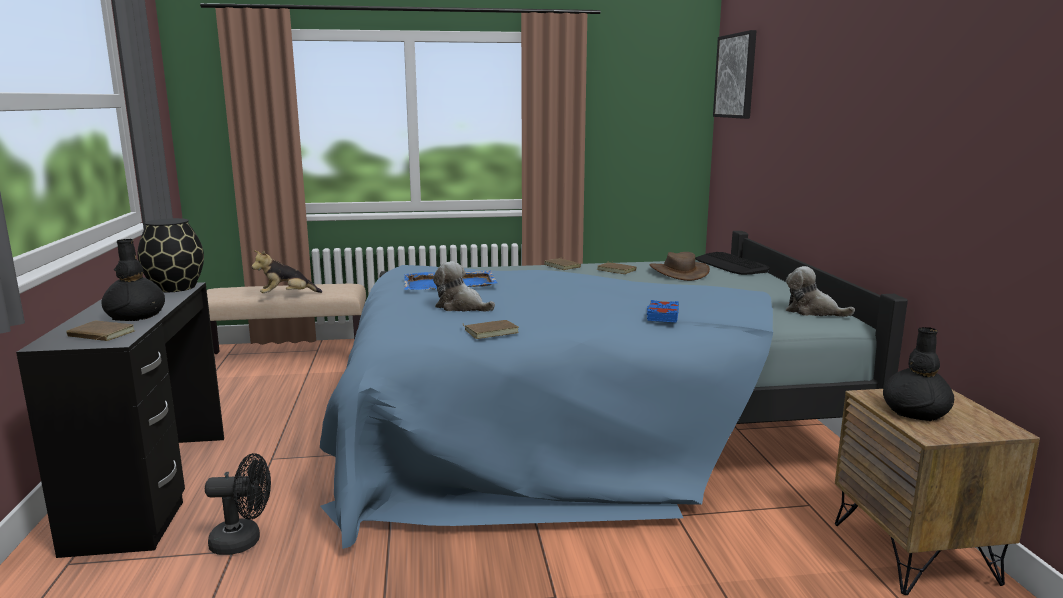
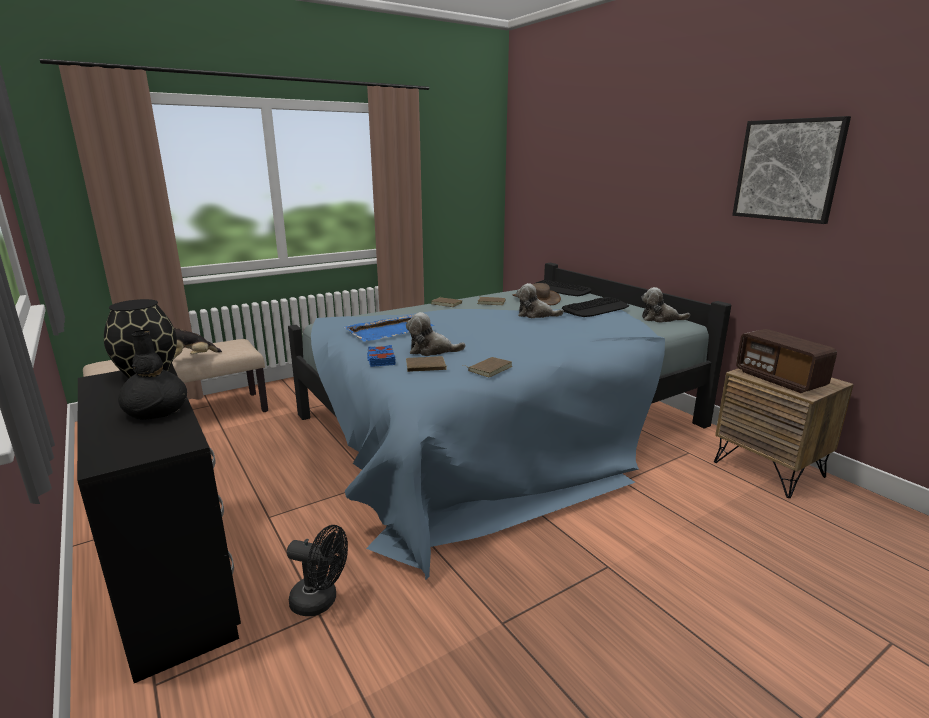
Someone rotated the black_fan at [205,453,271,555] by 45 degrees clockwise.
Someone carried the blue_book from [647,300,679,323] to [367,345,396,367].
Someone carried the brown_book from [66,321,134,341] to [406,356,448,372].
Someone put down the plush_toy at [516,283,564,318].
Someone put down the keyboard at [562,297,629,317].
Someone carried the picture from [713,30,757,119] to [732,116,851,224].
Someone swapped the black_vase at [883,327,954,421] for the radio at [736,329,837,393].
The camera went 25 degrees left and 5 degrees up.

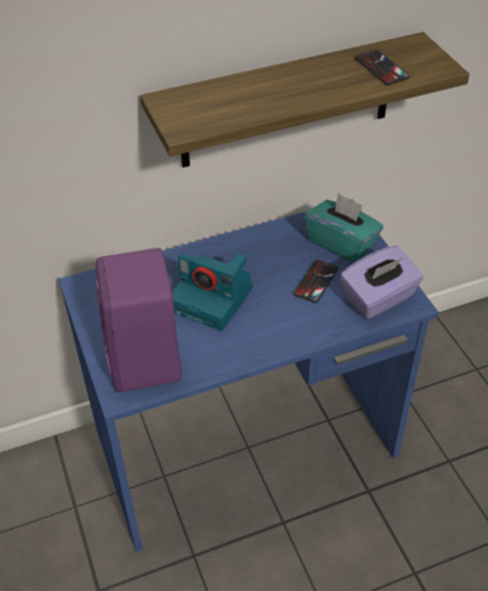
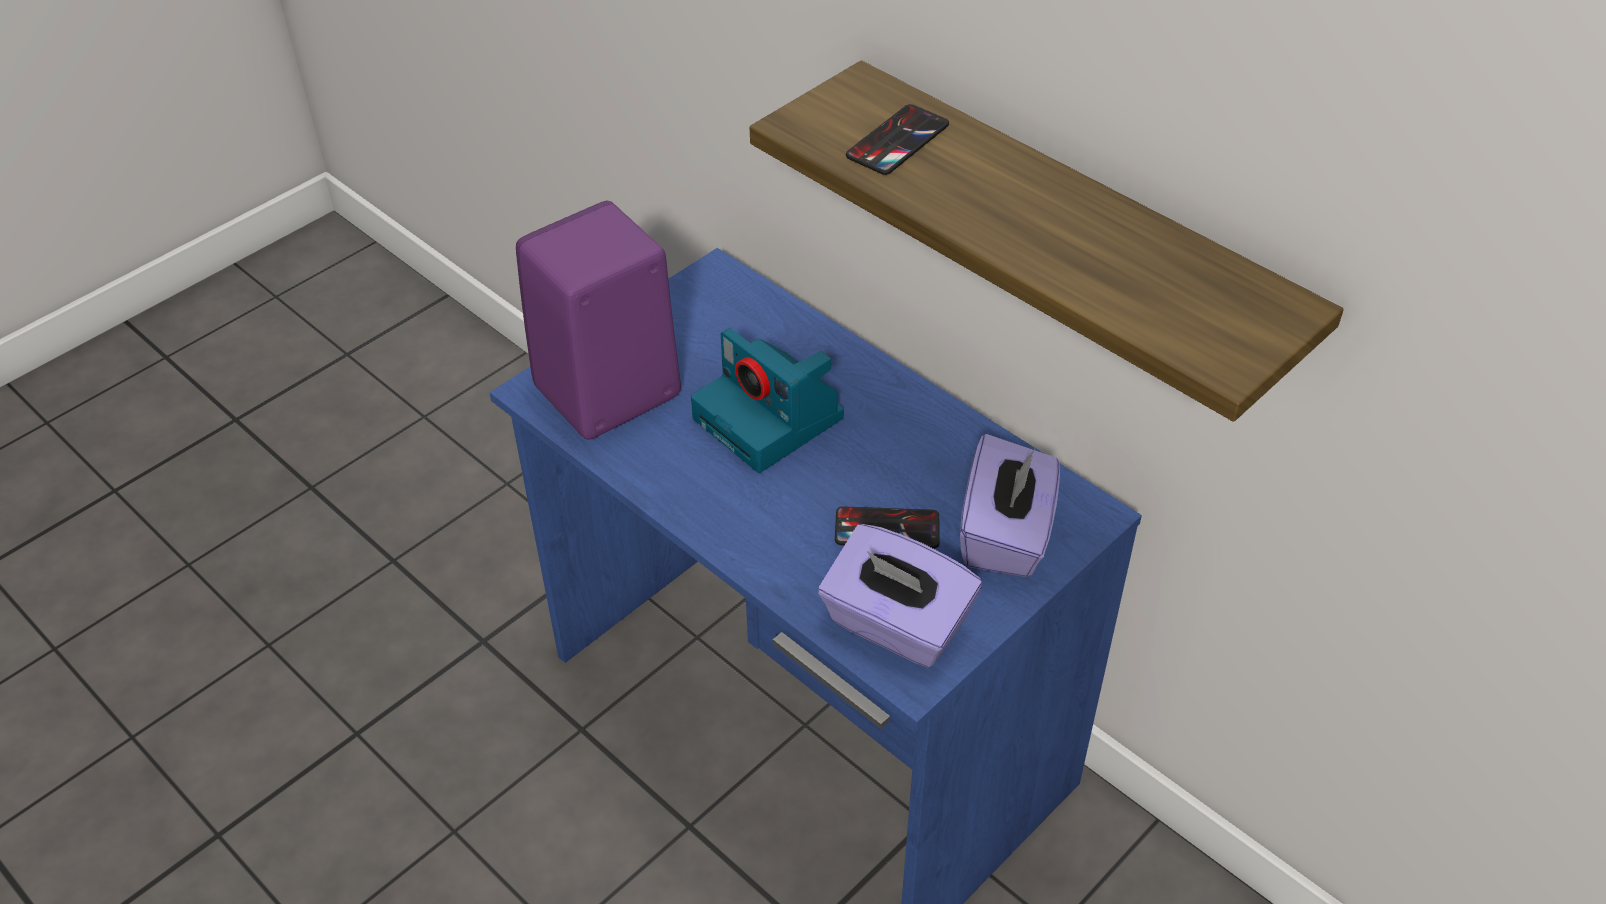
Someone rotated the photo_camera at [172,253,253,331] by 45 degrees counterclockwise.
Someone carried the phone from [354,49,410,85] to [846,104,949,175].
Someone repainted the turquoise_tissue_box at [304,193,383,262], which became the purple_tissue_box at [960,434,1060,577].
The camera went 65 degrees right and 0 degrees up.

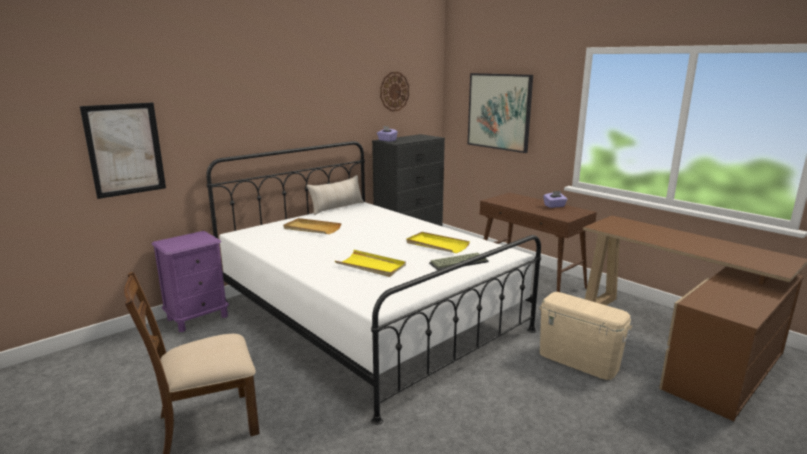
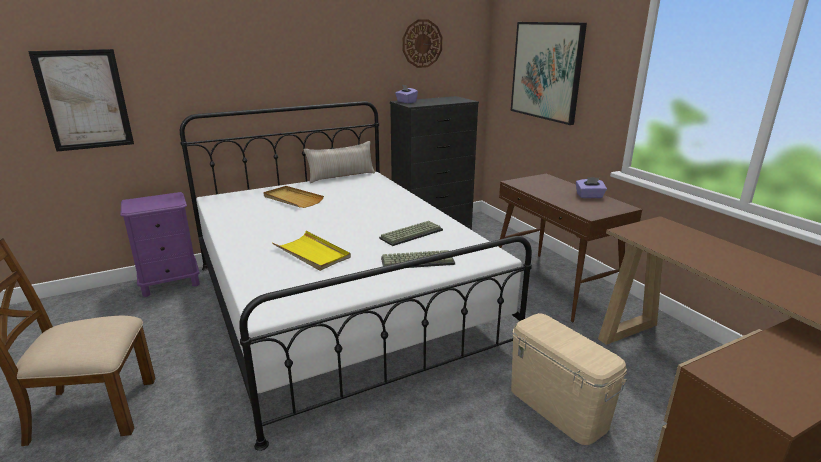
Someone swapped the yellow_tray at [406,232,470,253] for the keyboard at [379,221,443,246].
The camera went 15 degrees right and 5 degrees up.

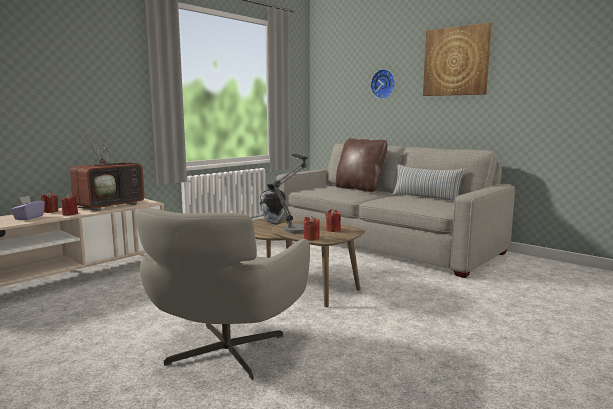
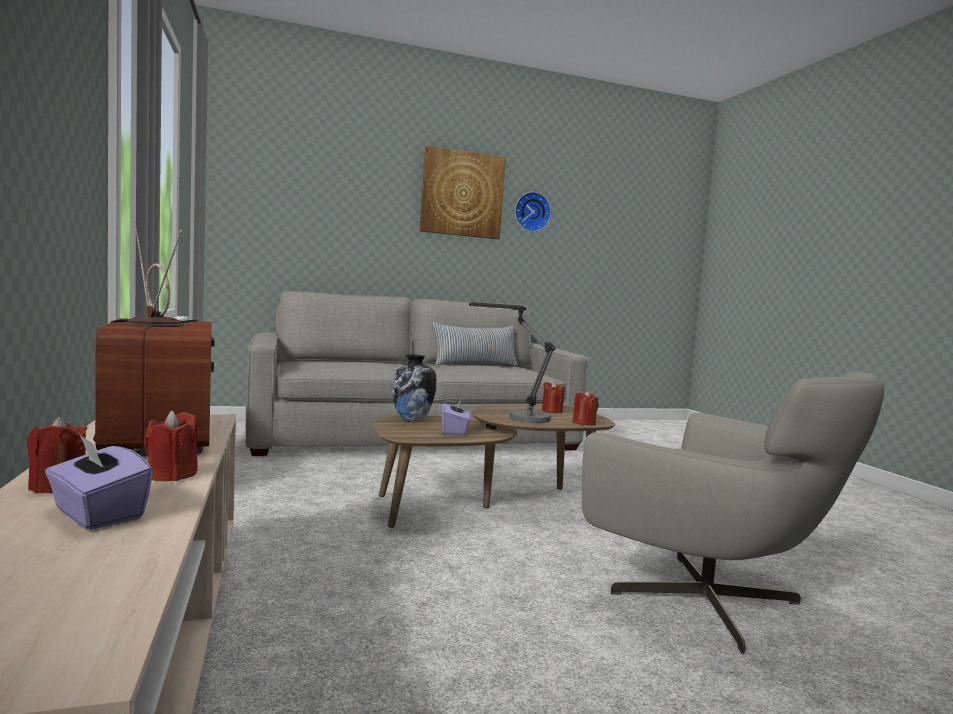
Someone put down the purple_tissue_box at [442,397,471,436].
Someone carried the wall_clock from [371,69,395,99] to [515,192,551,232].
Someone took away the brown_pillow at [336,138,388,192].
The camera went 60 degrees left and 5 degrees down.

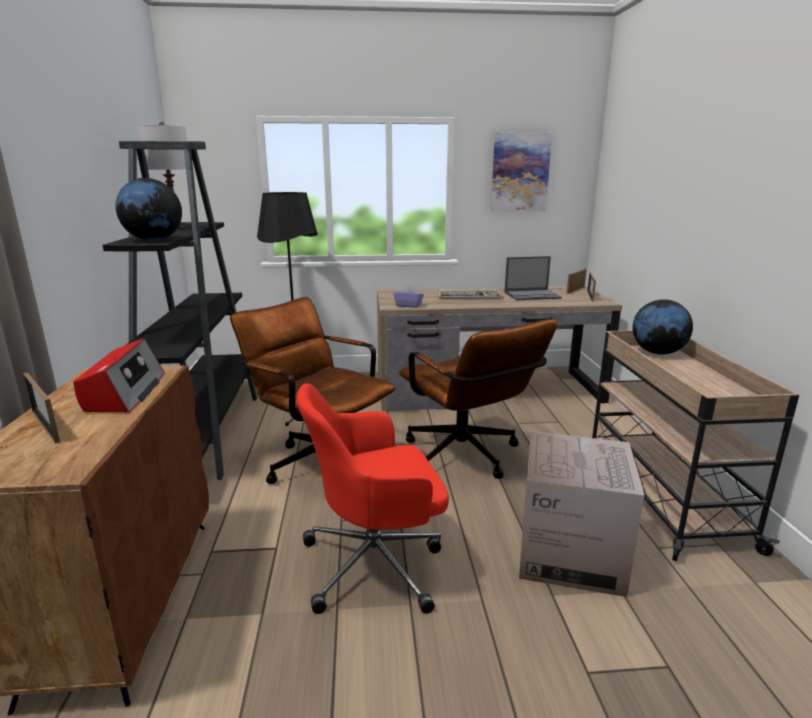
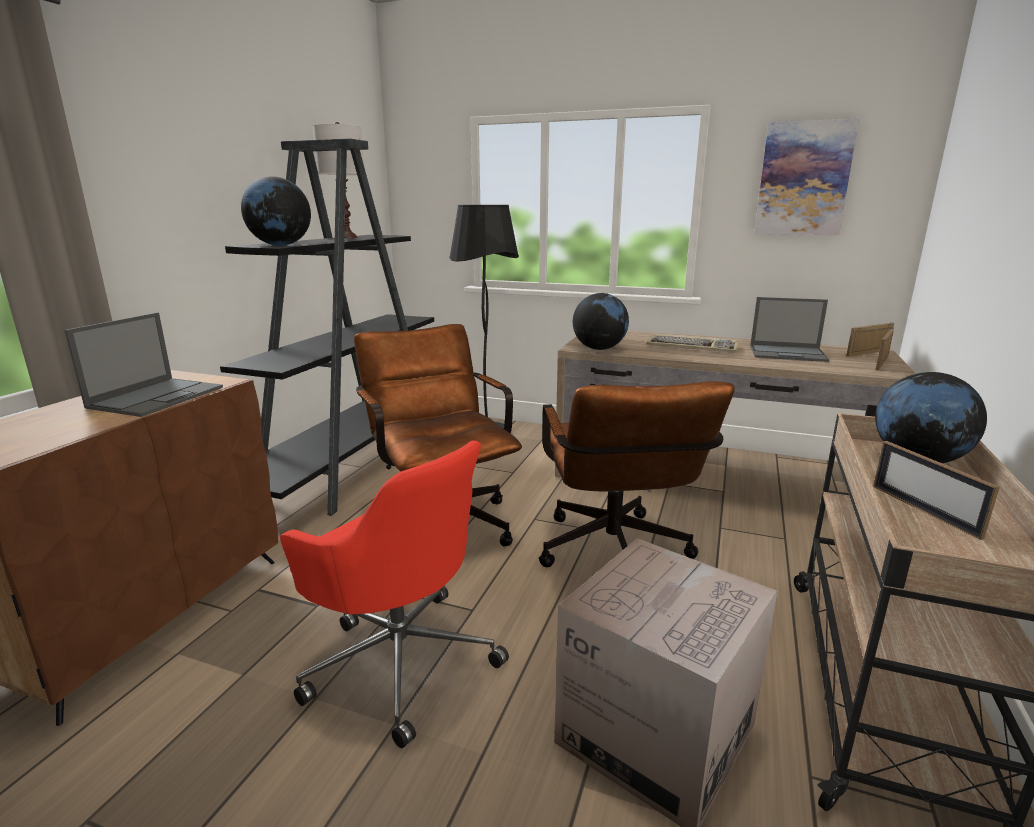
Someone swapped the radio at [73,338,165,413] for the laptop at [65,312,223,417].
Someone rotated the red_office_chair at [297,383,449,614] by 150 degrees counterclockwise.
Someone swapped the purple_tissue_box at [393,284,424,308] for the globe at [573,293,629,350].
Someone carried the picture_frame from [23,372,60,443] to [873,441,1000,540].
The camera went 25 degrees right and 0 degrees up.

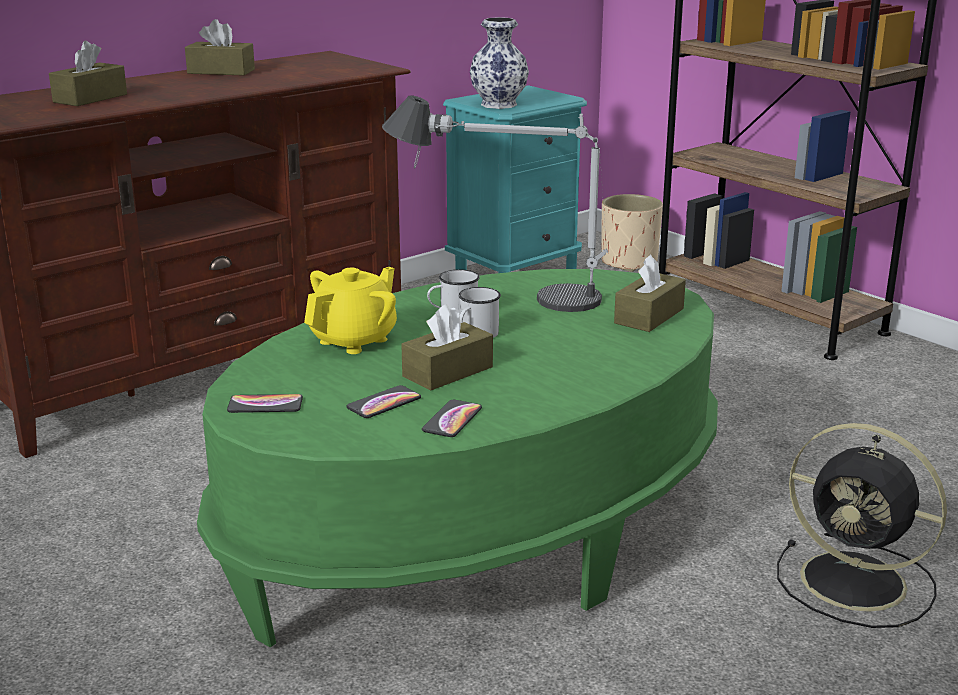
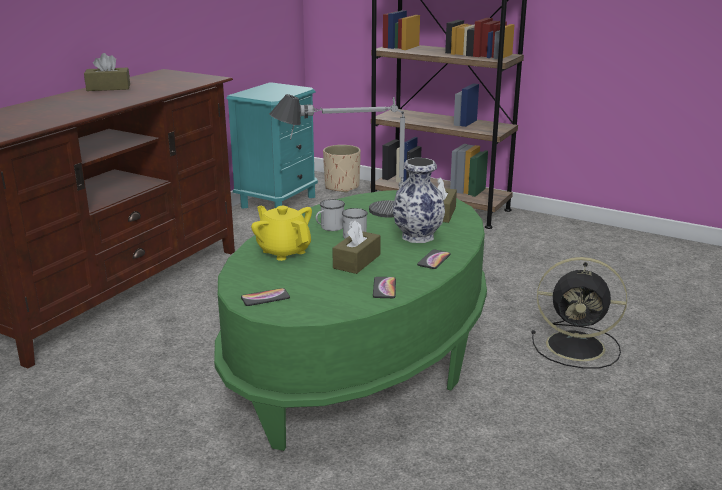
Someone rotated the yellow_teapot at [304,267,397,354] by 60 degrees counterclockwise.
Someone carried the vase from [470,17,529,109] to [393,158,445,243].
Someone carried the phone from [347,385,421,418] to [417,249,451,269].
Someone took away the brown_tissue_box at [49,41,127,106].
The camera went 20 degrees left and 0 degrees up.

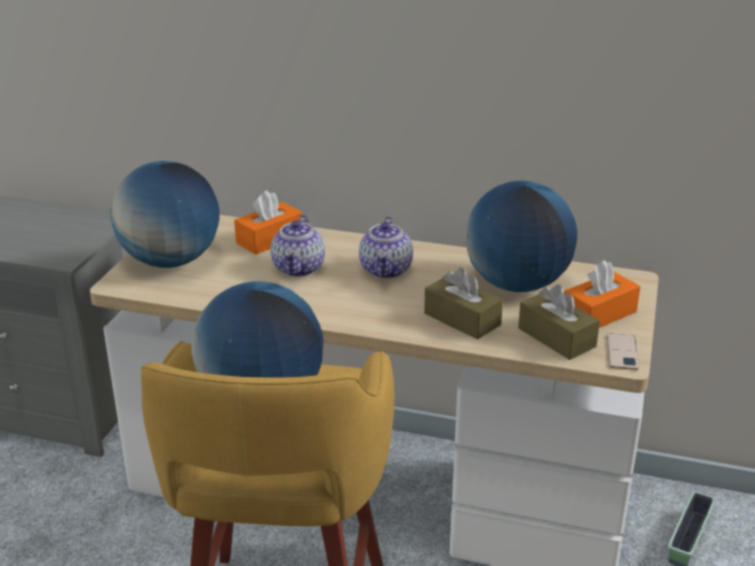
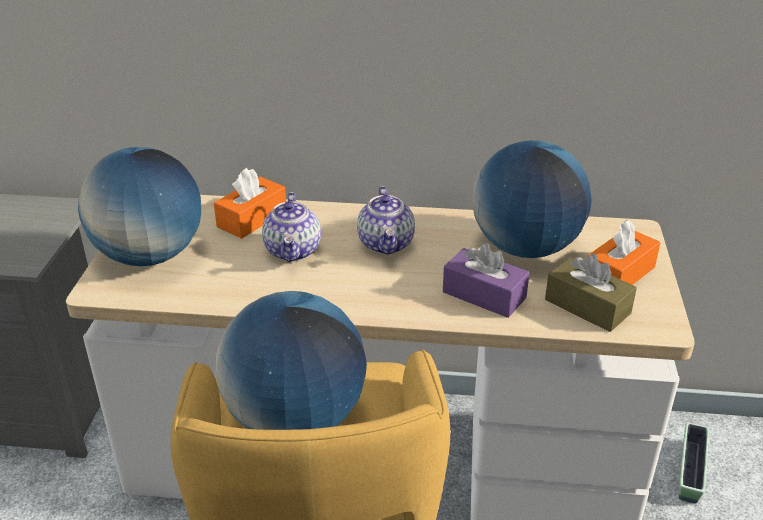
Someone repainted the brown_tissue_box at [424,267,503,340], which became the purple_tissue_box at [443,243,530,318].
Someone took away the phone at [607,333,639,370].
The camera went 10 degrees left and 5 degrees up.

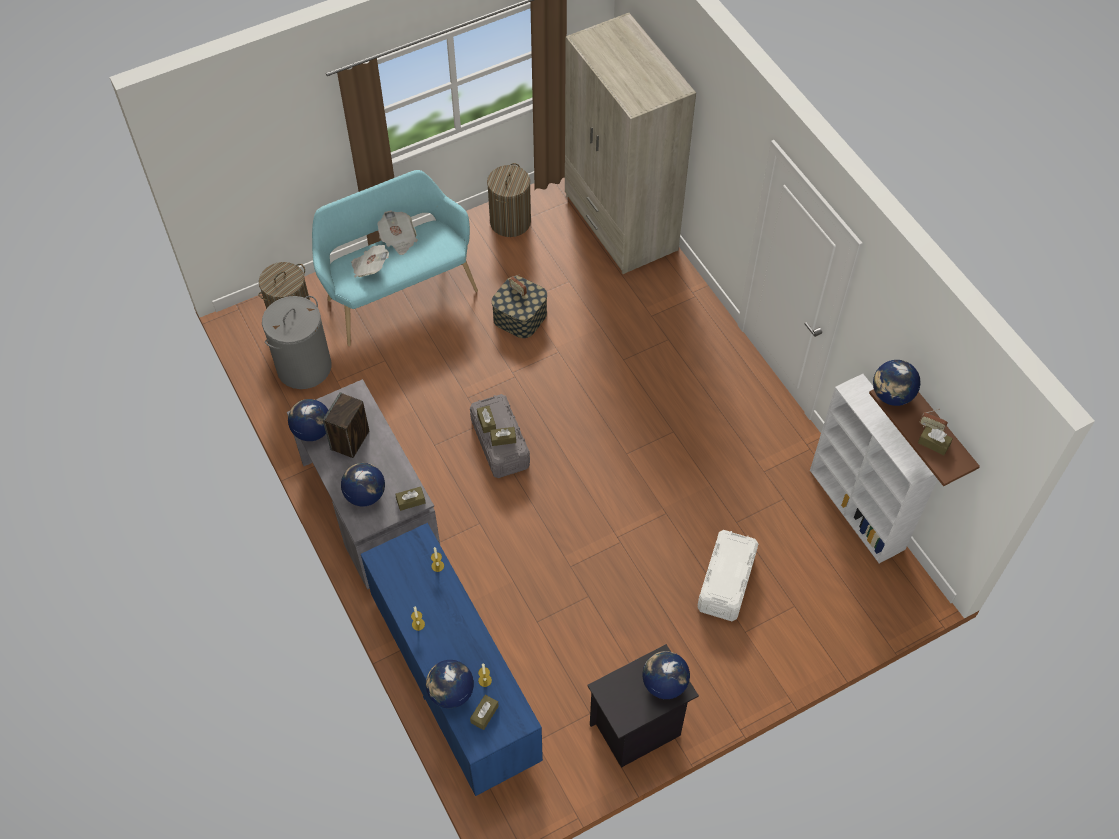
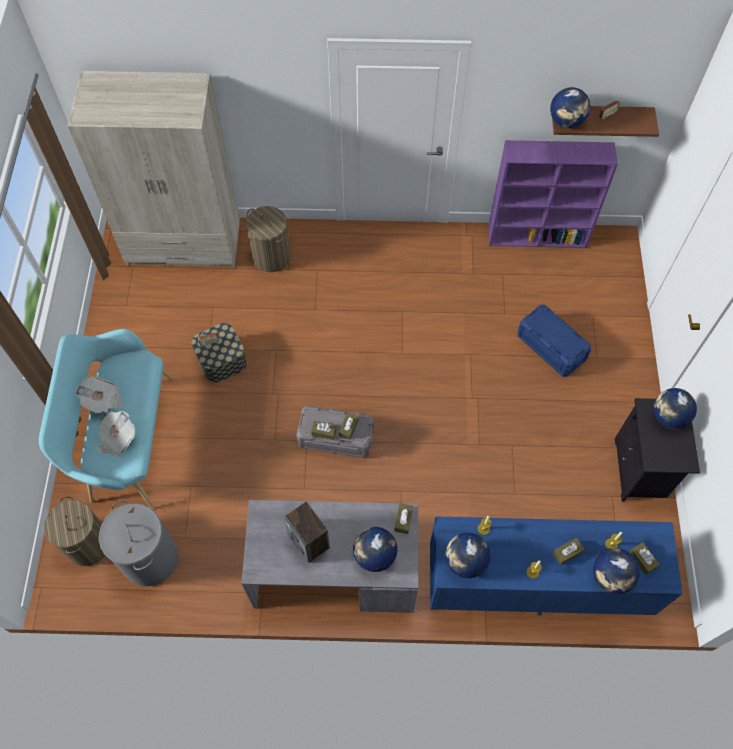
Someone carried the laundry_basket from [487,163,531,237] to [246,206,291,272].
Someone carried the globe from [288,399,328,441] to [445,533,490,578].
Someone repainted the white_bookcase at [810,374,938,563], which became the purple_bookcase at [488,140,618,248].
Someone repainted the white_storage_box at [697,530,758,621], which became the blue_storage_box at [518,305,591,377].
Someone carried the brown_tissue_box from [918,426,953,455] to [553,537,585,565].
The camera went 60 degrees left and 5 degrees up.

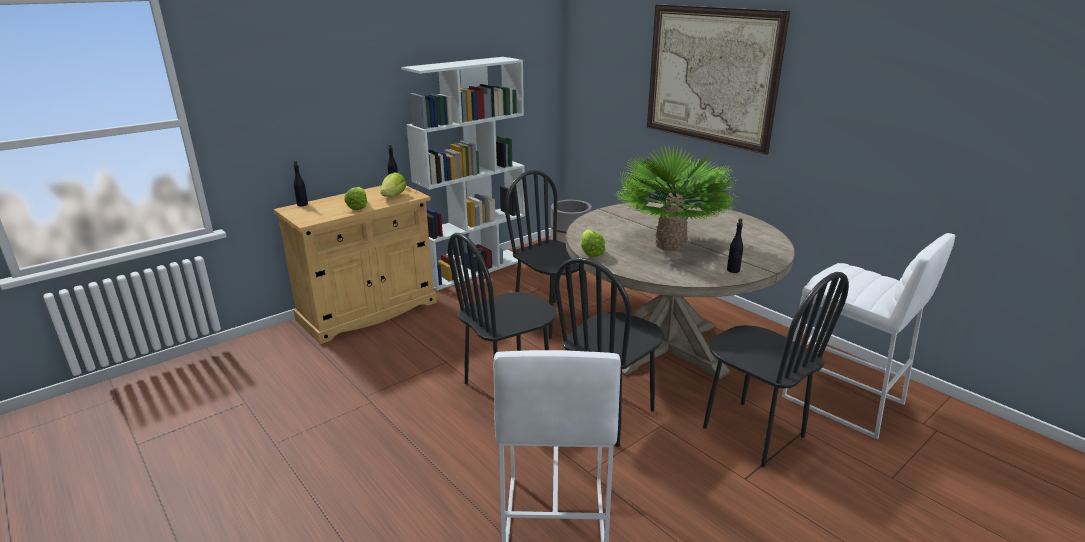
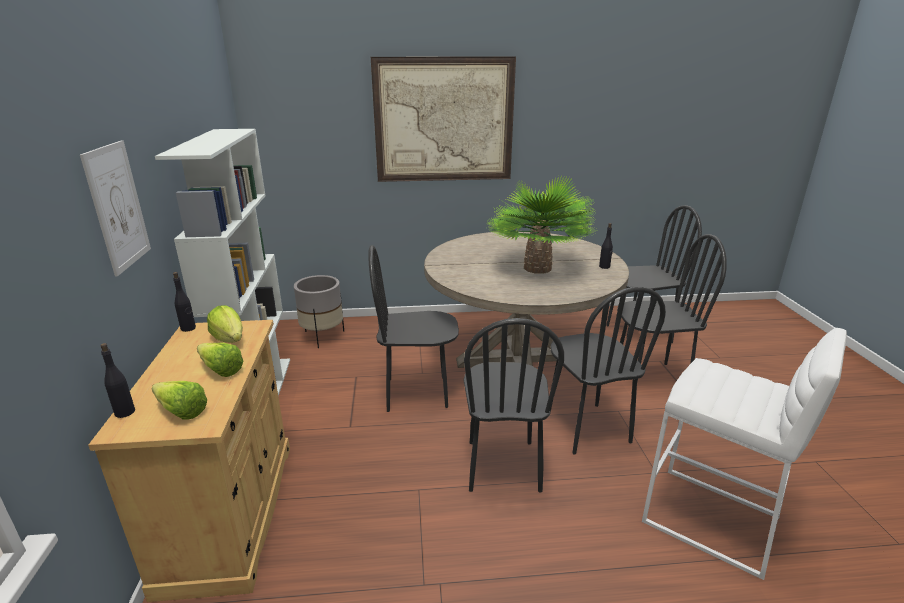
Someone put up the picture at [80,140,151,277].
Someone carried the lettuce from [581,229,605,257] to [151,381,207,420].
Someone swapped the white_stool at [782,233,955,440] for the black_chair at [606,205,702,343].
The camera went 55 degrees left and 0 degrees up.

